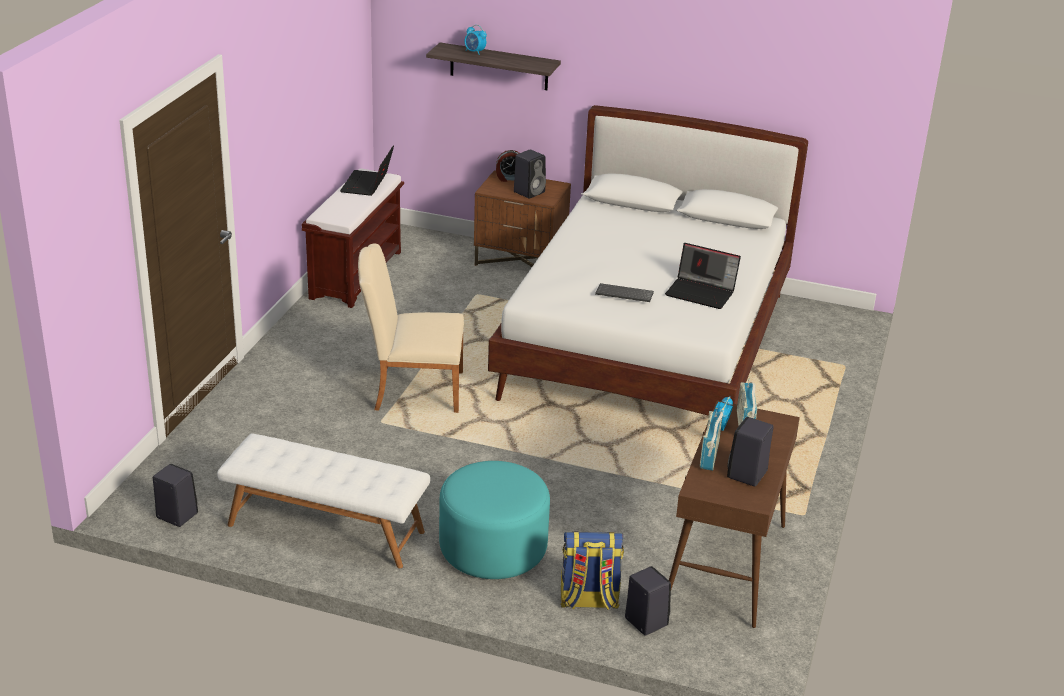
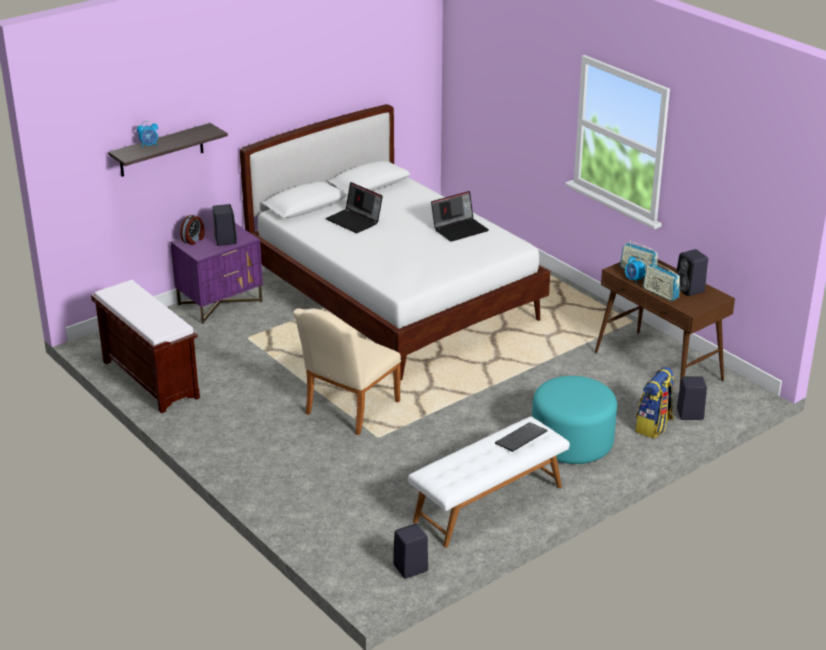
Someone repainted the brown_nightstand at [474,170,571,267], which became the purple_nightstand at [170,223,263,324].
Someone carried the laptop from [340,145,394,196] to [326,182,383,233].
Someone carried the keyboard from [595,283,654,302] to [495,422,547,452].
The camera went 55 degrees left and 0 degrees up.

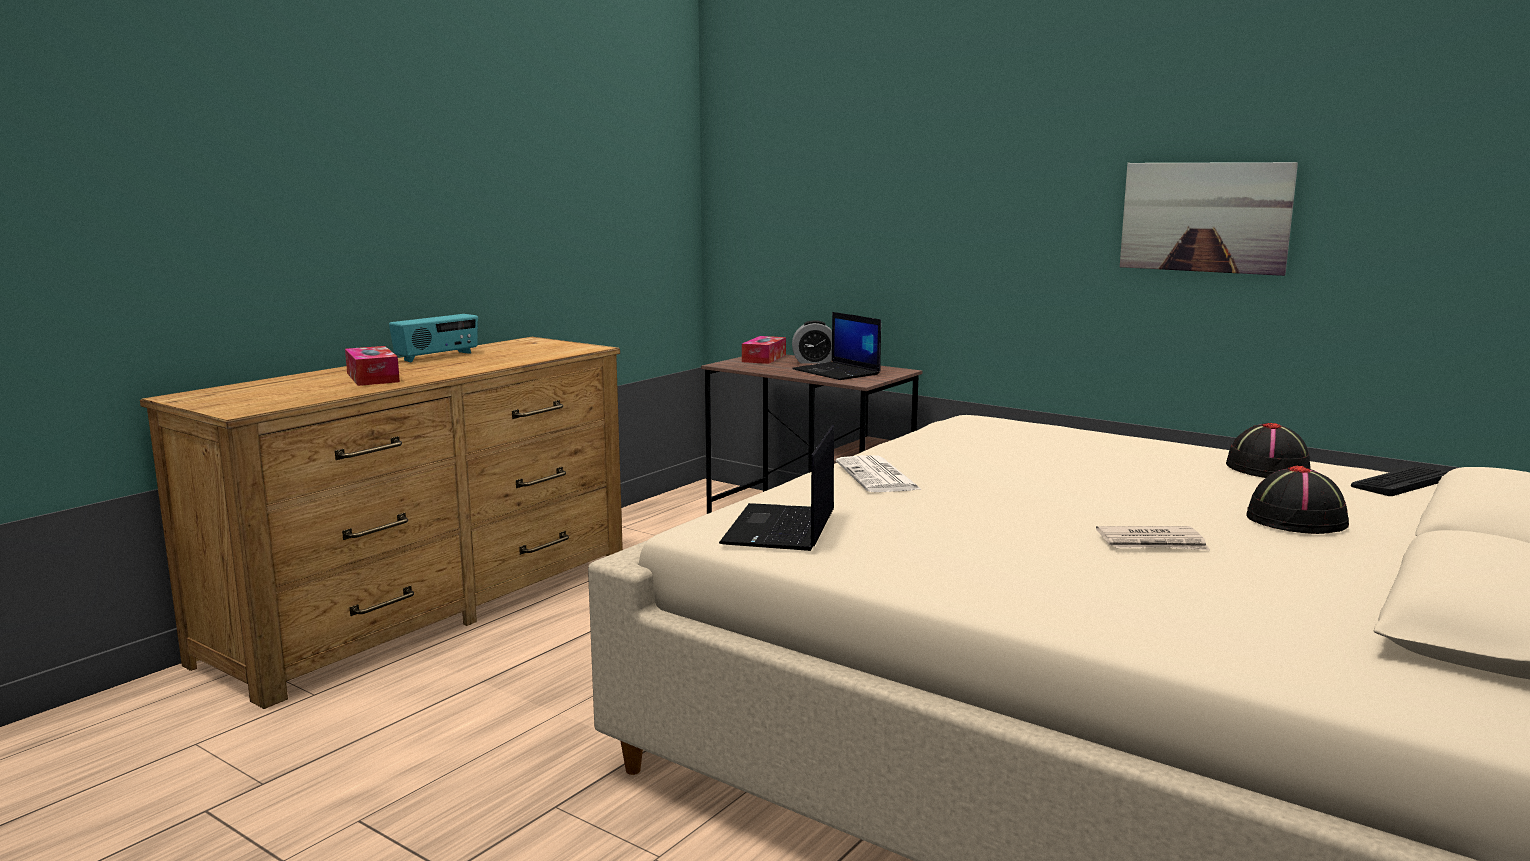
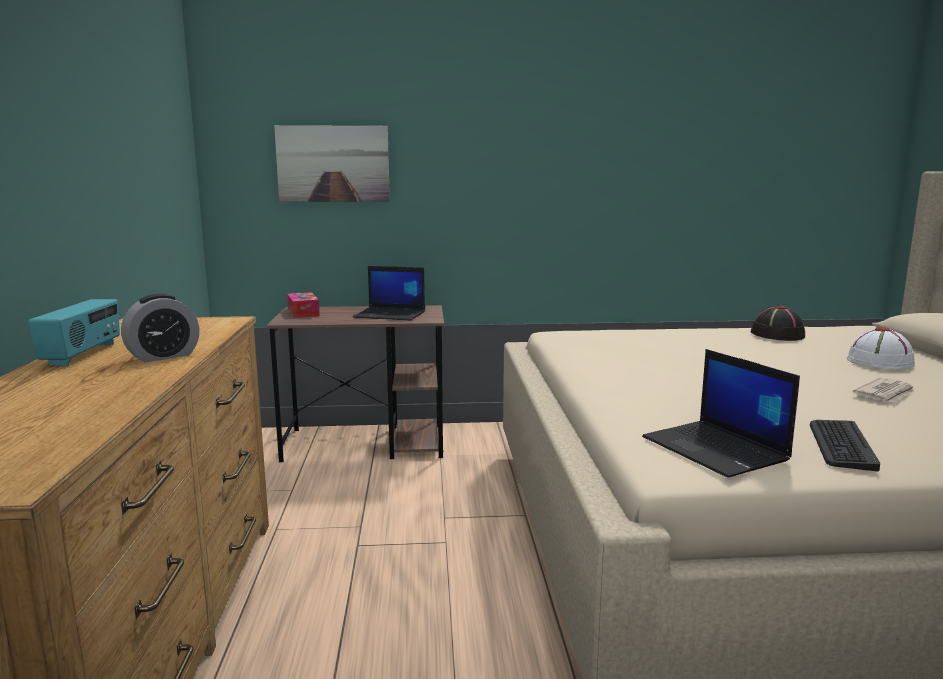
Someone carried the alarm_clock from [792,320,832,364] to [121,294,199,363].
Someone carried the picture from [1120,162,1298,276] to [274,125,390,202].
Someone carried the keyboard from [1351,467,1449,496] to [810,420,880,471].
Someone repainted the black_hat at [1246,465,1349,534], which became the white_hat at [847,327,915,369].
Someone took away the tissue_box at [345,346,400,386].
Someone took away the newspaper at [836,455,922,492].
The camera went 40 degrees left and 0 degrees up.

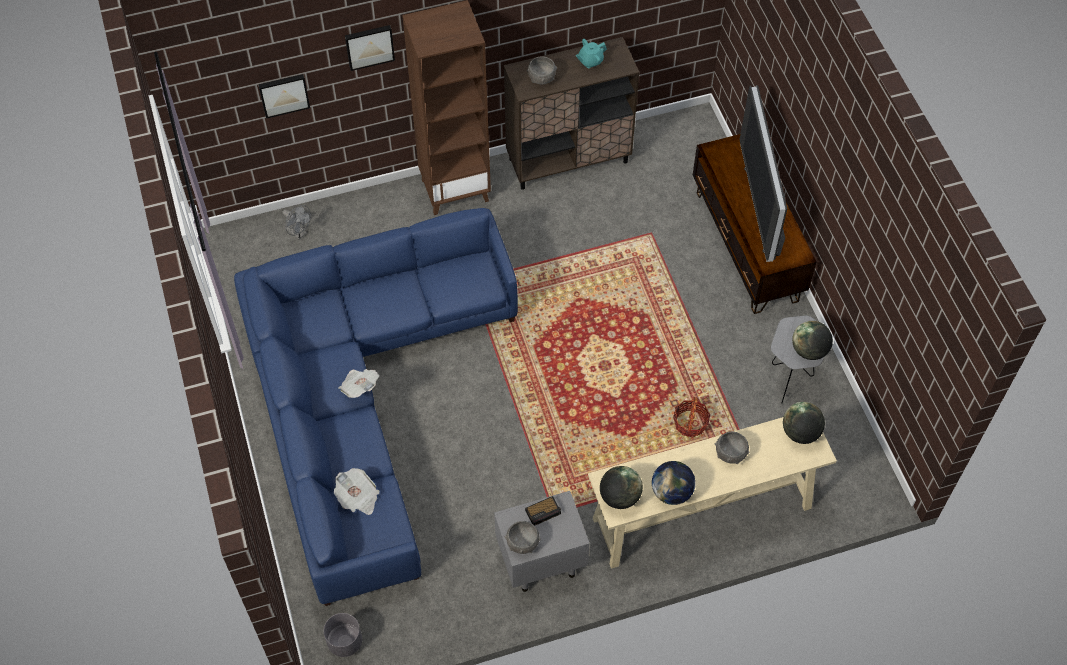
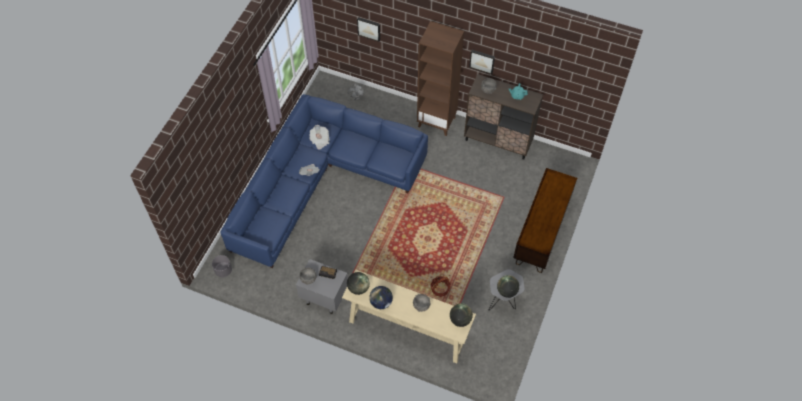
Someone carried the newspaper from [333,468,380,515] to [309,125,329,150].
Someone carried the picture from [345,25,395,71] to [469,50,495,74].
Someone took away the television at [739,85,787,262].
The camera went 40 degrees right and 0 degrees up.

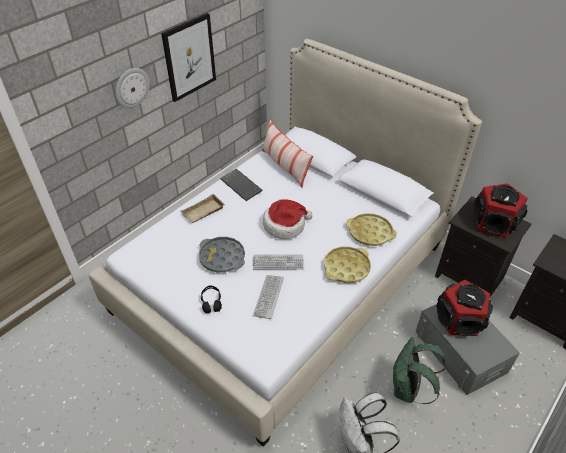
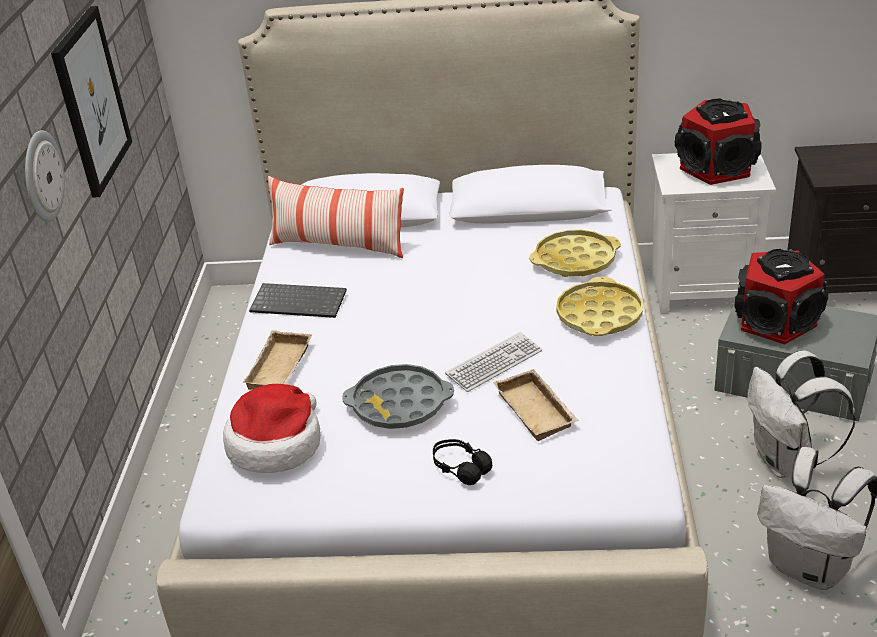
Someone carried the hat from [263,199,313,239] to [223,384,320,473].
Someone swapped the keyboard at [253,275,284,319] for the beige_tray at [493,369,579,441].
Someone repainted the black_nightstand at [435,196,532,297], which became the white_nightstand at [652,153,776,313].
Someone repainted the green_backpack at [393,337,446,404], which became the white_backpack at [747,350,856,478].
The camera went 35 degrees left and 10 degrees down.

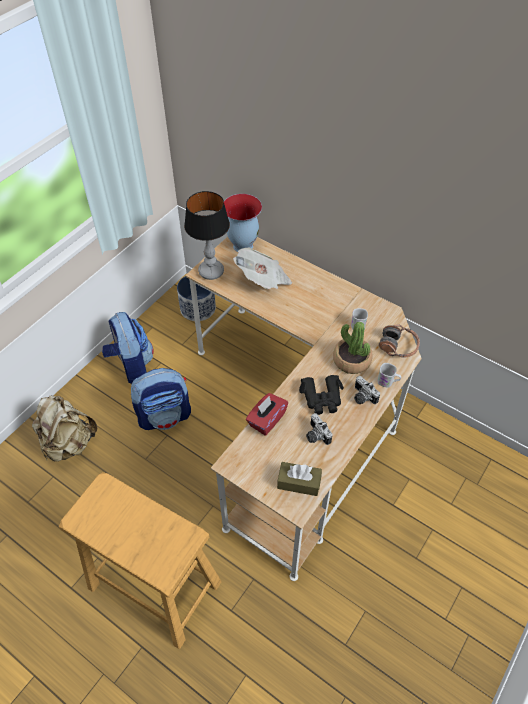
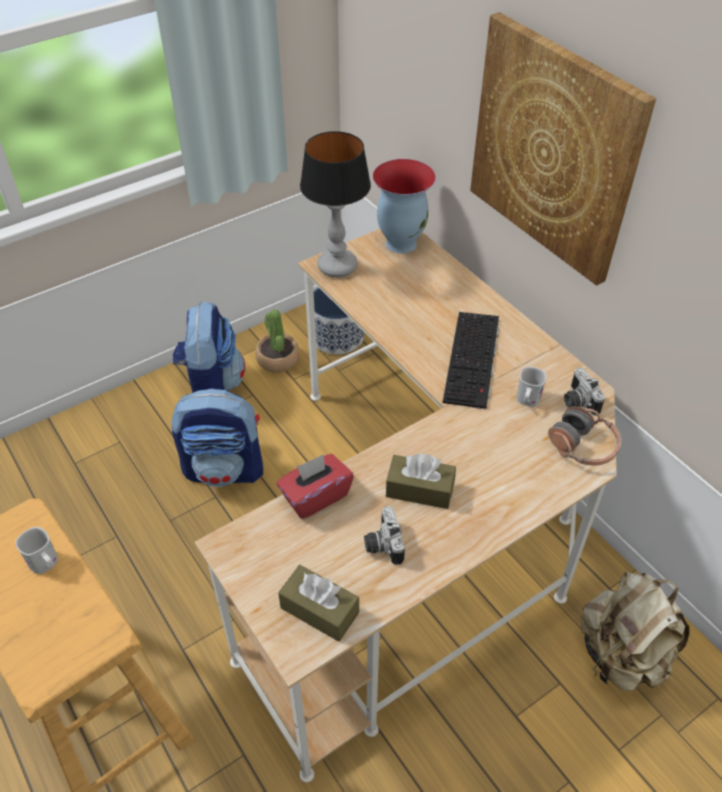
Someone carried the white_mug from [377,363,401,387] to [15,527,58,574].
Someone carried the potted_plant from [333,321,373,374] to [255,309,300,373].
Someone swapped the black_binoculars at [299,375,344,415] for the brown_tissue_box at [386,453,456,509].
Someone put down the keyboard at [443,312,499,410].
Someone put up the picture at [470,12,656,286].
Someone carried the photo_camera from [354,376,380,404] to [564,367,605,416].
Someone carried the beige_backpack from [32,396,97,462] to [581,572,690,691].
Someone took away the newspaper at [233,248,292,289].
The camera went 20 degrees right and 5 degrees down.

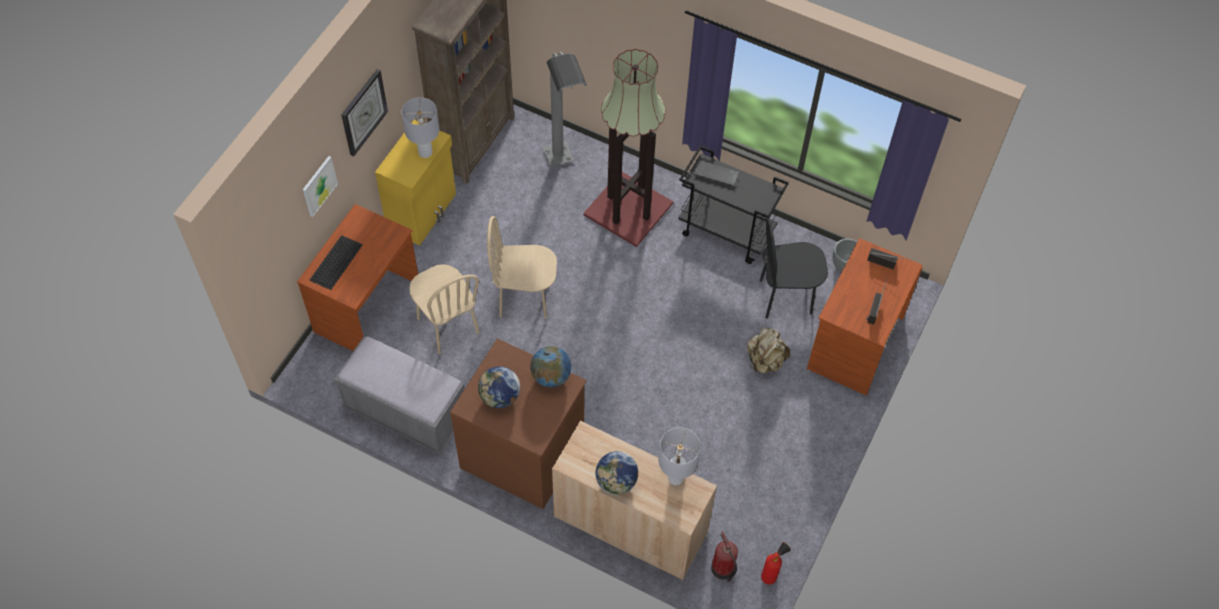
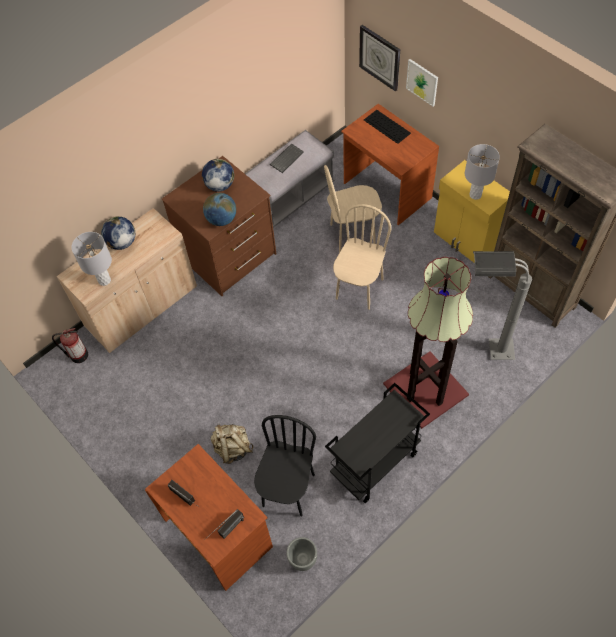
Someone carried the keyboard from [693,160,740,187] to [270,143,304,173].
Someone carried the wall_clock from [341,69,388,157] to [359,25,400,92].
Someone took away the fire_extinguisher at [761,542,791,585].
The camera went 115 degrees right and 0 degrees up.

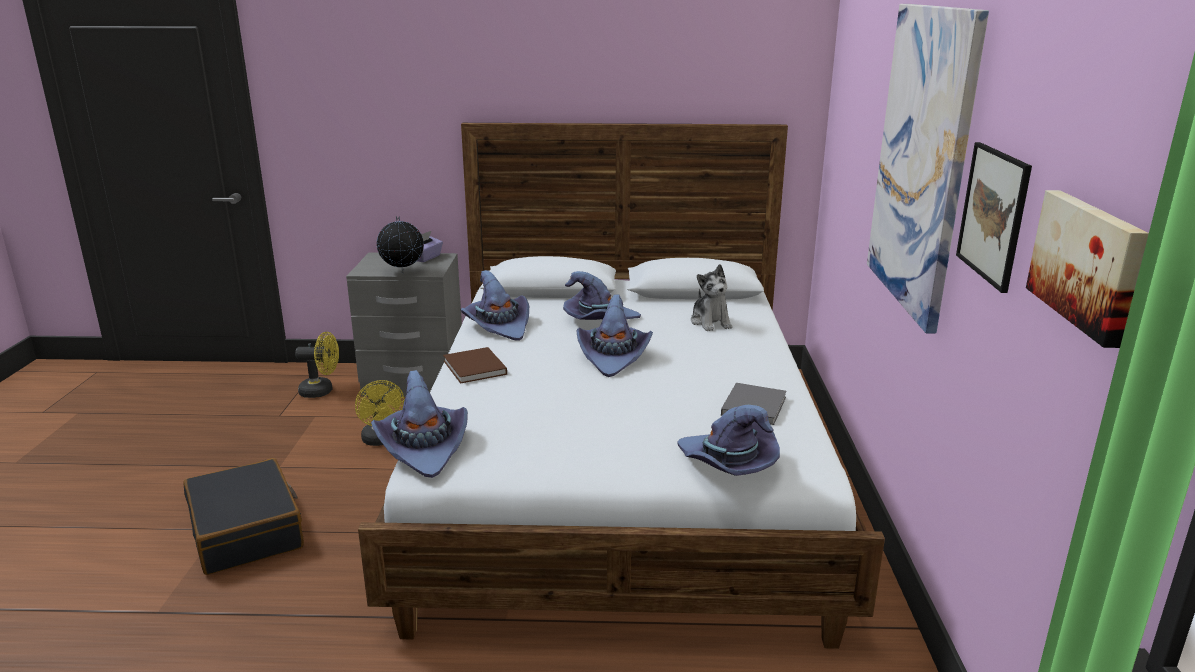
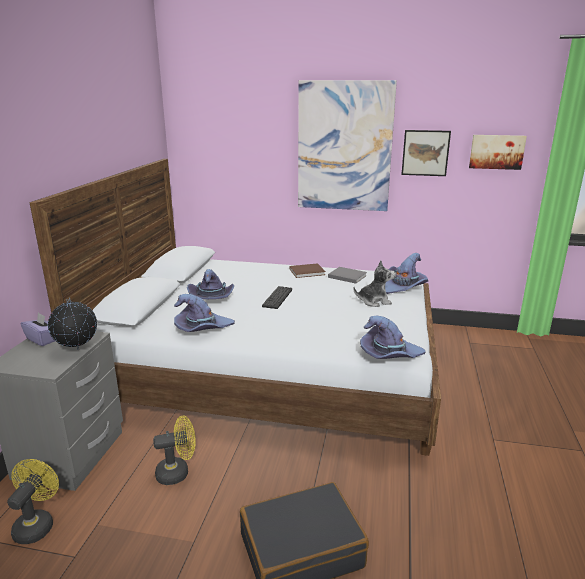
Someone swapped the purple_hat at [576,294,653,377] for the keyboard at [262,286,292,309].
Someone carried the brown_book from [443,347,507,384] to [290,263,326,278].
Someone carried the plush_toy from [691,264,733,331] to [353,261,396,307].
The camera went 80 degrees left and 0 degrees up.

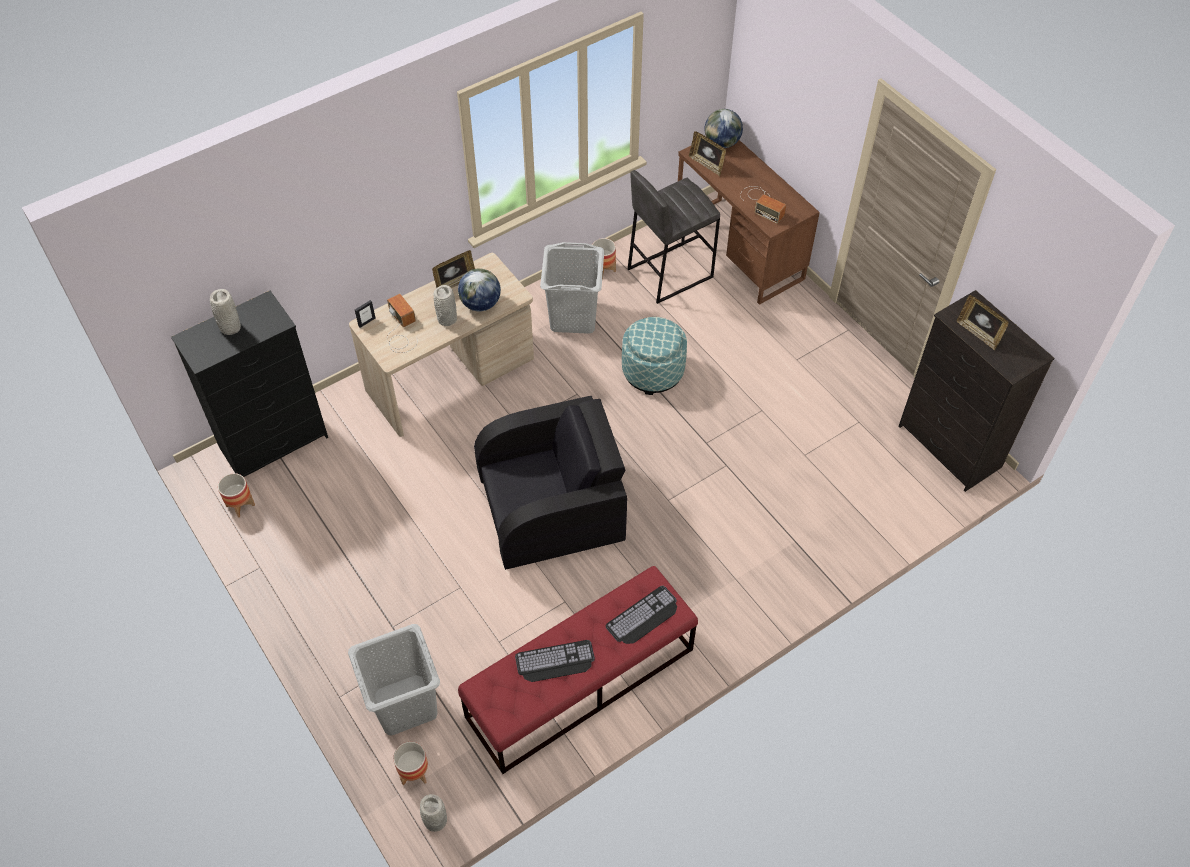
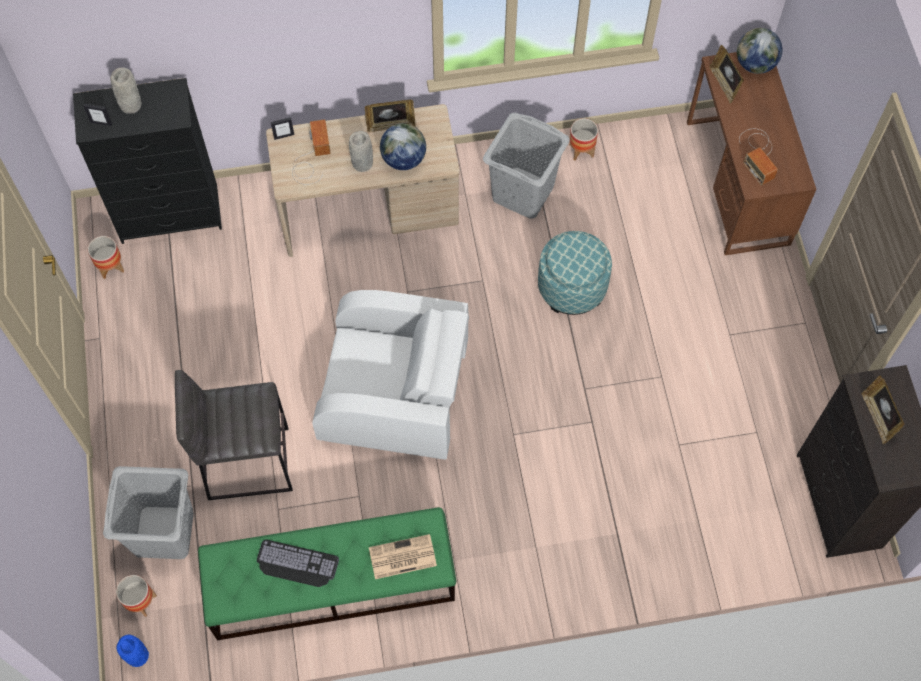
Someone put down the picture_frame at [84,104,112,126].
Someone repainted the grey_vase at [420,794,447,832], which became the blue_vase at [117,635,149,667].
Someone carried the grey_stool from [628,170,720,304] to [175,370,293,500].
Someone repainted the red_bench at [458,566,698,774], which became the green_bench at [198,507,456,641].
Someone repainted the black_armchair at [474,396,627,570], which became the white_armchair at [312,290,469,460].
Someone swapped the keyboard at [606,586,677,644] for the newspaper at [369,534,437,579].
The camera went 25 degrees right and 10 degrees up.

